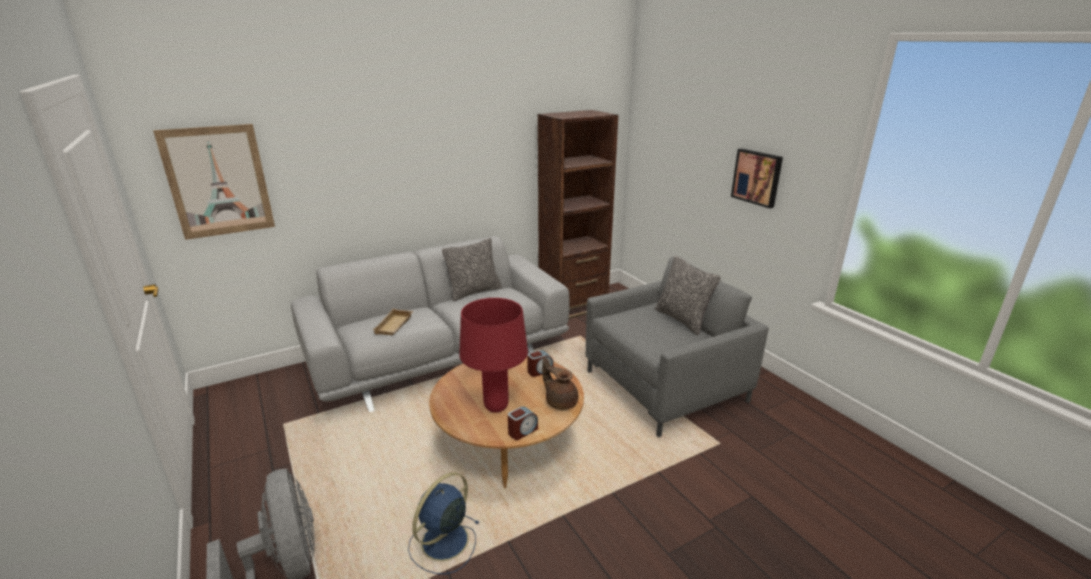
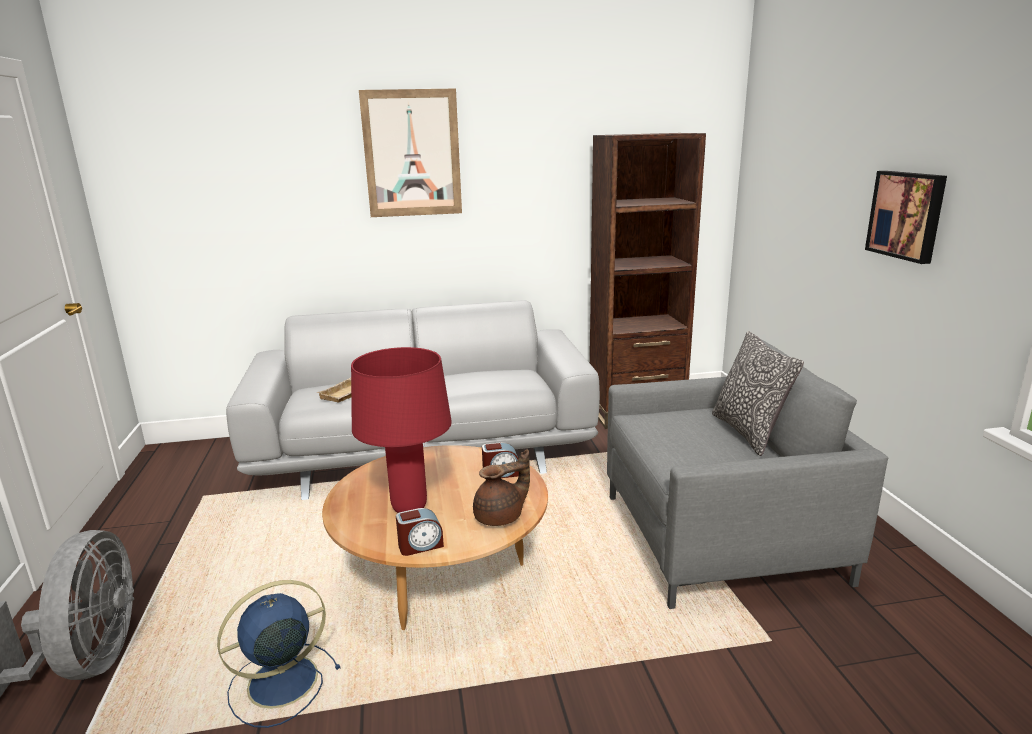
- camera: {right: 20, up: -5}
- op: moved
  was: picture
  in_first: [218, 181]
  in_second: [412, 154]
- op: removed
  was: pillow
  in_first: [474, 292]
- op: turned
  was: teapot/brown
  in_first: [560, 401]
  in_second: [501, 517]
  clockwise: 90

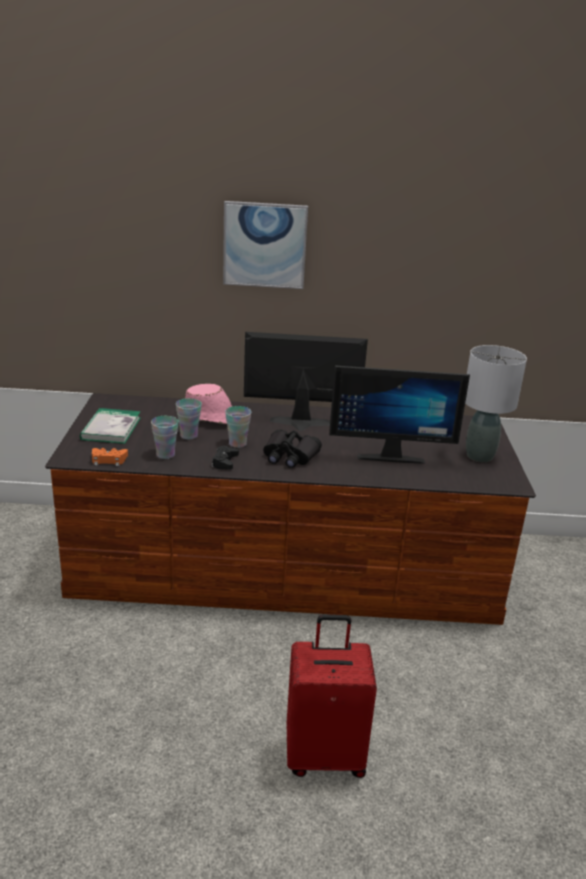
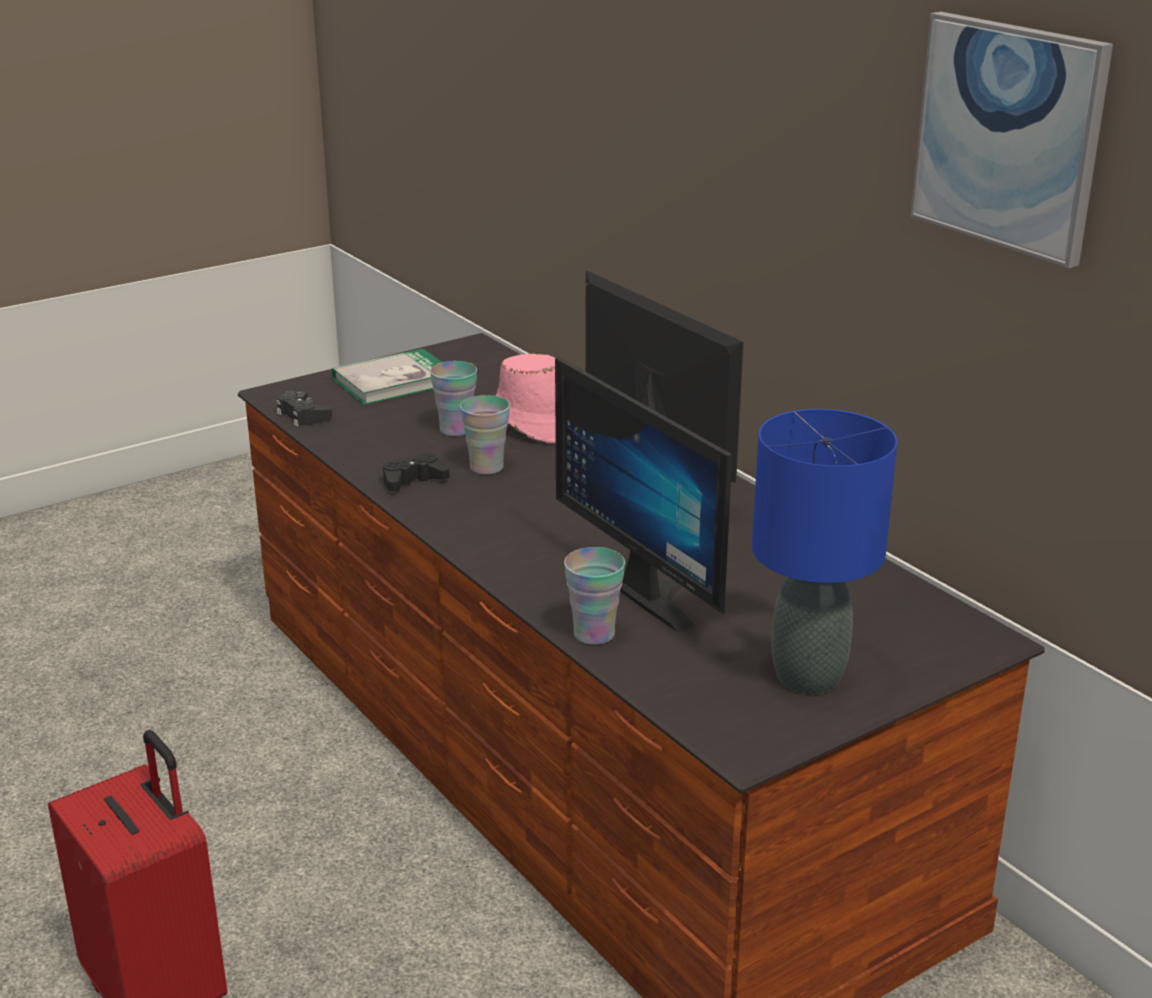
- camera: {right: 55, up: 0}
- op: moved
  was: picture
  in_first: [265, 245]
  in_second: [1008, 136]
- op: recoloured
  was: table lamp/grey
  now: table lamp/blue
  in_first: [479, 456]
  in_second: [806, 676]
- op: moved
  was: cup
  in_first: [165, 454]
  in_second: [594, 634]
- op: removed
  was: binoculars/black
  in_first: [289, 456]
- op: recoloured
  was: game controller/orange
  now: game controller/black
  in_first: [108, 460]
  in_second: [303, 415]

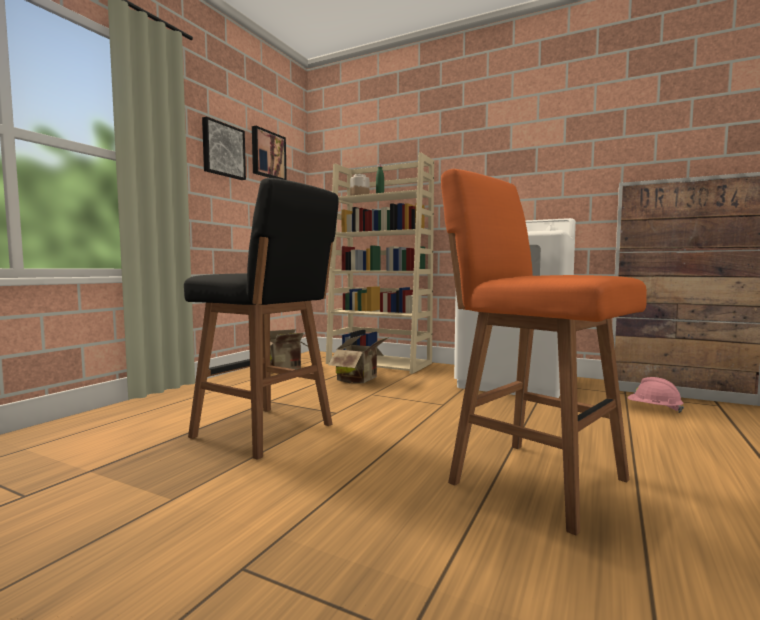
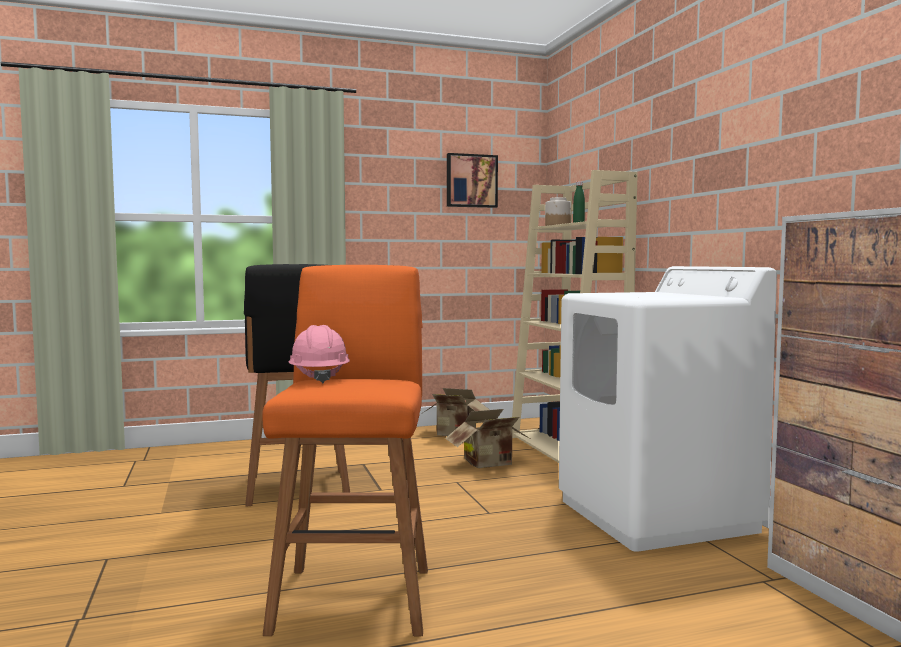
- camera: {right: 45, up: 0}
- op: removed
  was: picture
  in_first: [222, 150]
- op: moved
  was: hard hat/pink
  in_first: [654, 409]
  in_second: [319, 377]

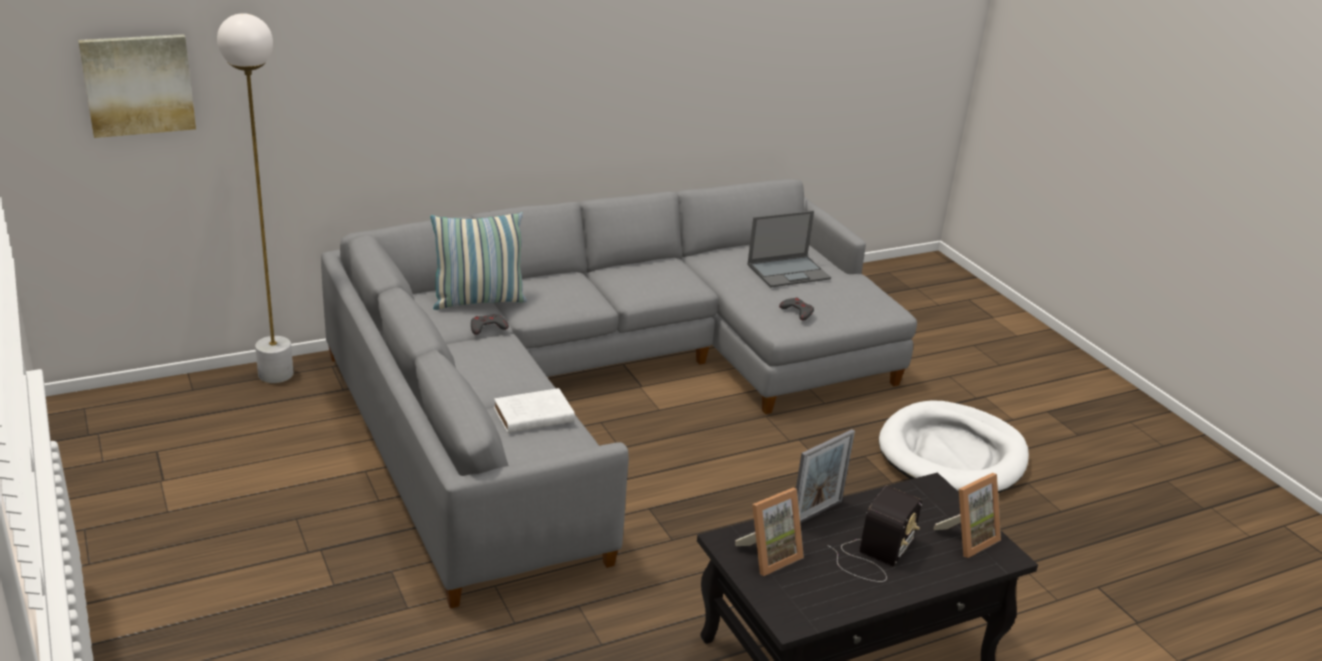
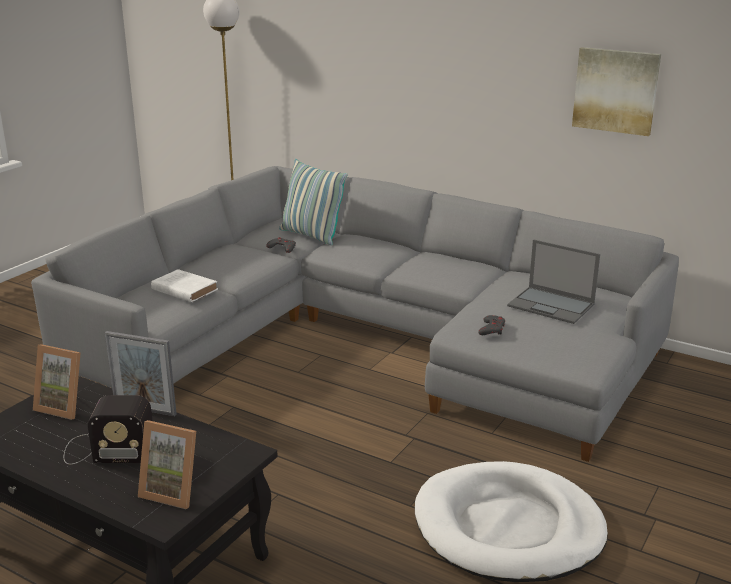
- camera: {right: 60, up: -5}
- op: moved
  was: picture
  in_first: [138, 84]
  in_second: [616, 90]

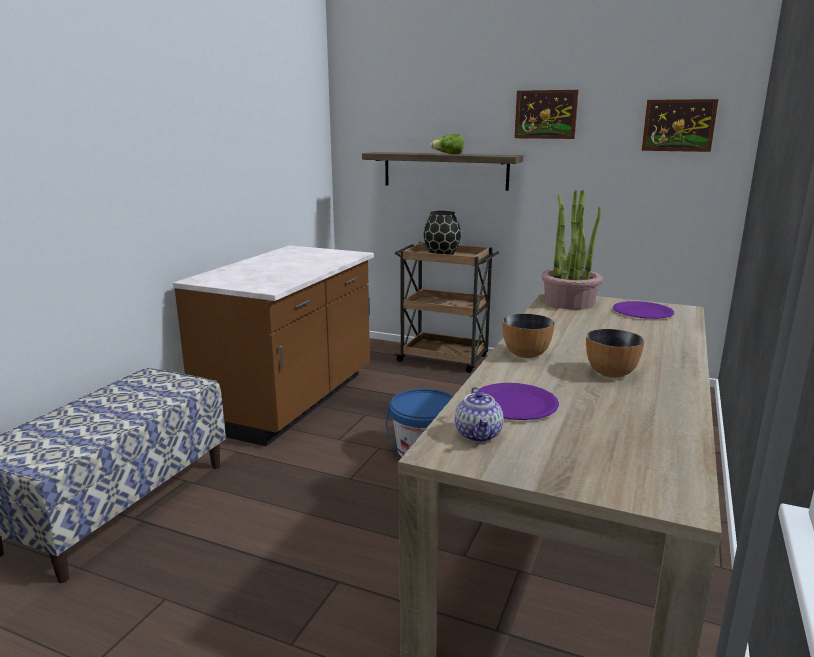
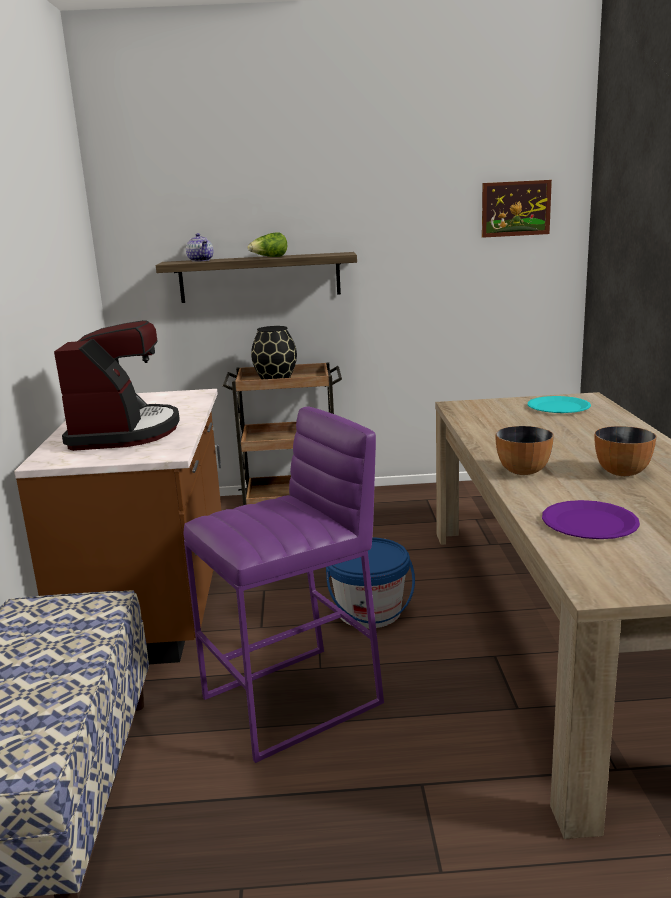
- camera: {right: -25, up: 0}
- op: removed
  was: picture
  in_first: [545, 114]
- op: removed
  was: potted plant
  in_first: [569, 302]
- op: recoloured
  was: plate/purple
  now: plate/turquoise
  in_first: [643, 312]
  in_second: [558, 407]
- op: moved
  was: teapot
  in_first: [479, 435]
  in_second: [201, 260]
- op: added
  now: coffee machine
  in_second: [124, 432]
- op: added
  now: stool/purple
  in_second: [294, 700]

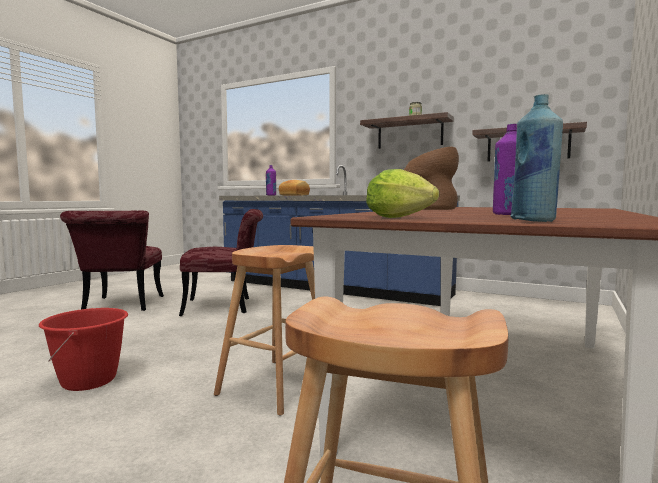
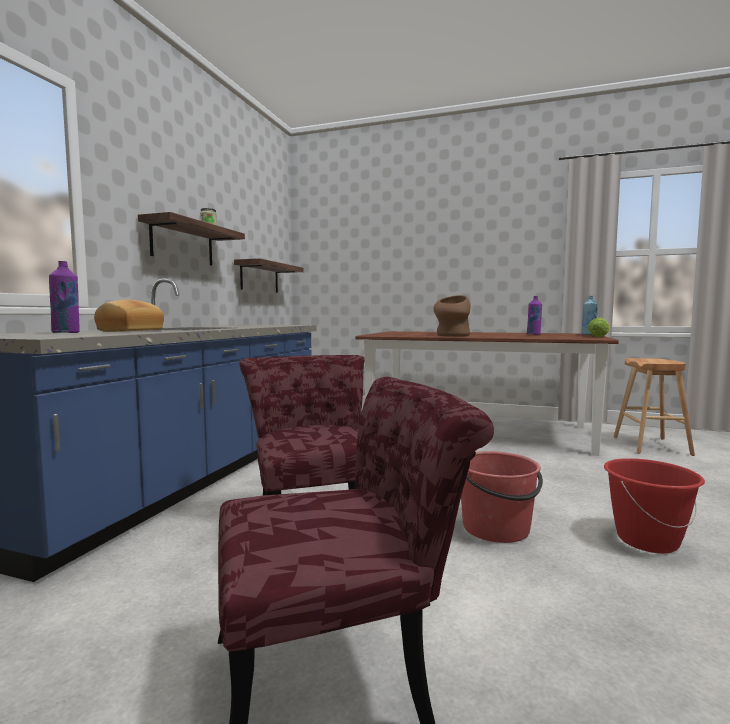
- camera: {right: -100, up: 0}
- op: removed
  was: stool/brown
  in_first: [277, 385]
- op: added
  now: bucket/red
  in_second: [496, 528]

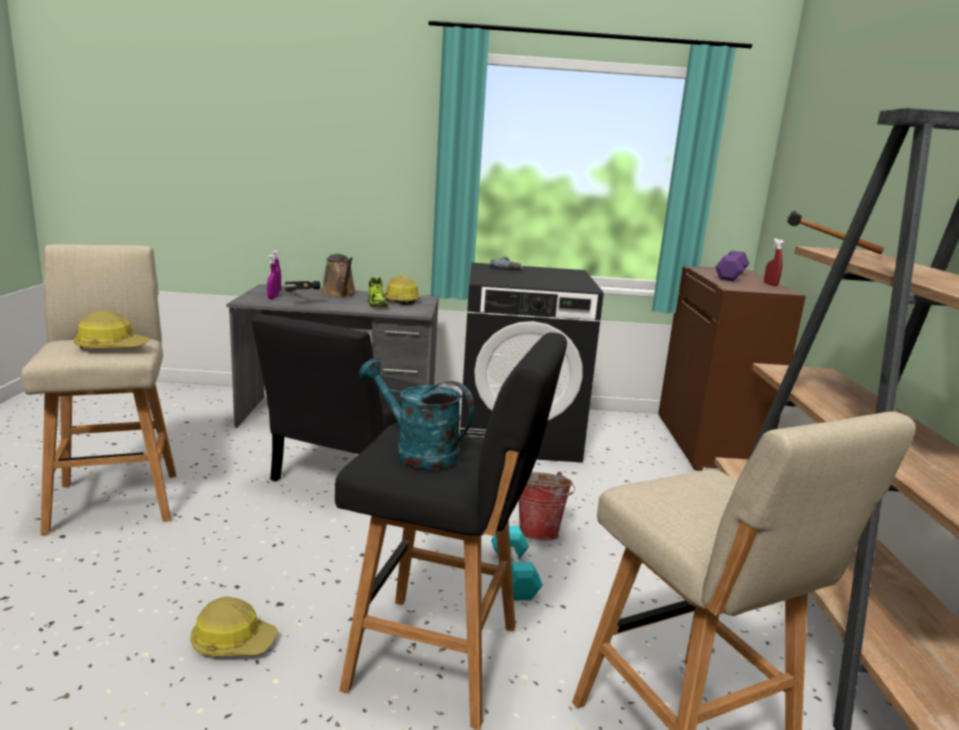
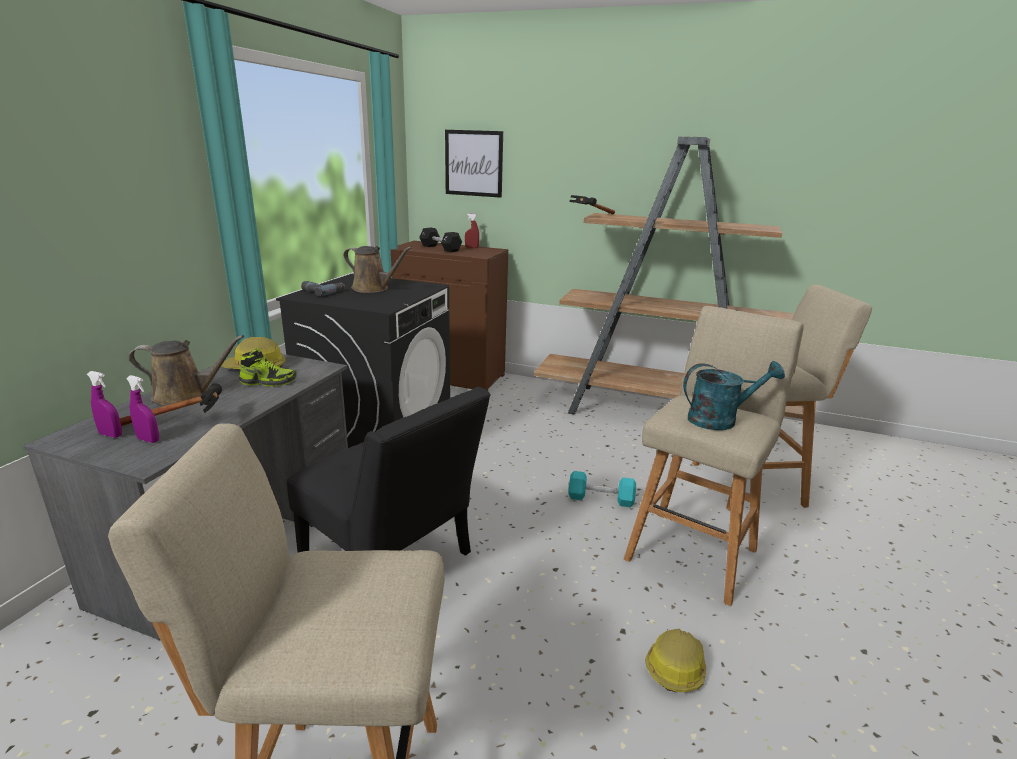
- camera: {right: -70, up: 5}
- op: recoloured
  was: dumbbell/purple
  now: dumbbell/black
  in_first: [730, 276]
  in_second: [440, 248]
- op: removed
  was: hard hat
  in_first: [111, 347]
- op: recoloured
  was: stool/black
  now: stool/beige
  in_first: [440, 658]
  in_second: [693, 552]
- op: turned
  was: watering can/turquoise
  in_first: [417, 452]
  in_second: [720, 419]
  clockwise: -150
- op: removed
  was: bucket
  in_first: [540, 532]
- op: added
  now: picture
  in_second: [473, 163]
- op: added
  now: watering can/brown
  in_second: [373, 289]

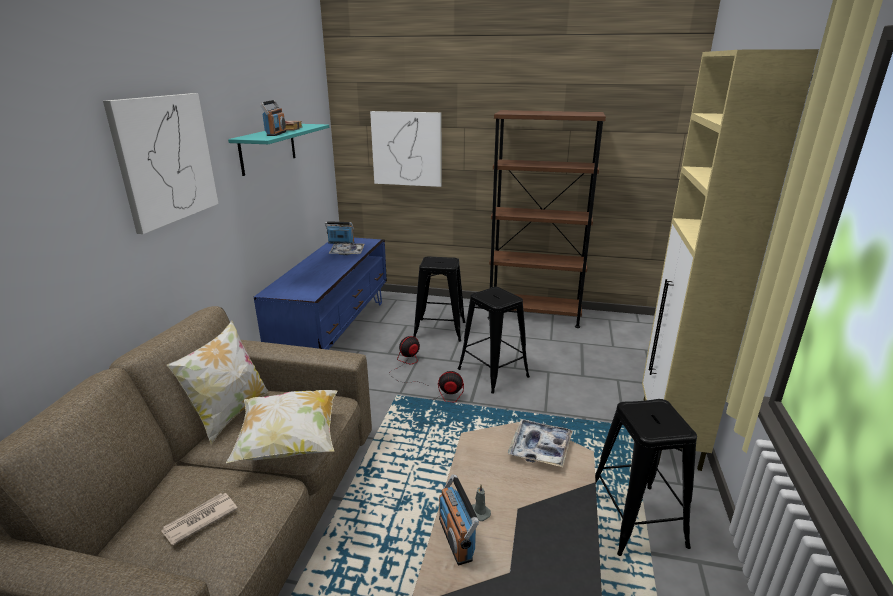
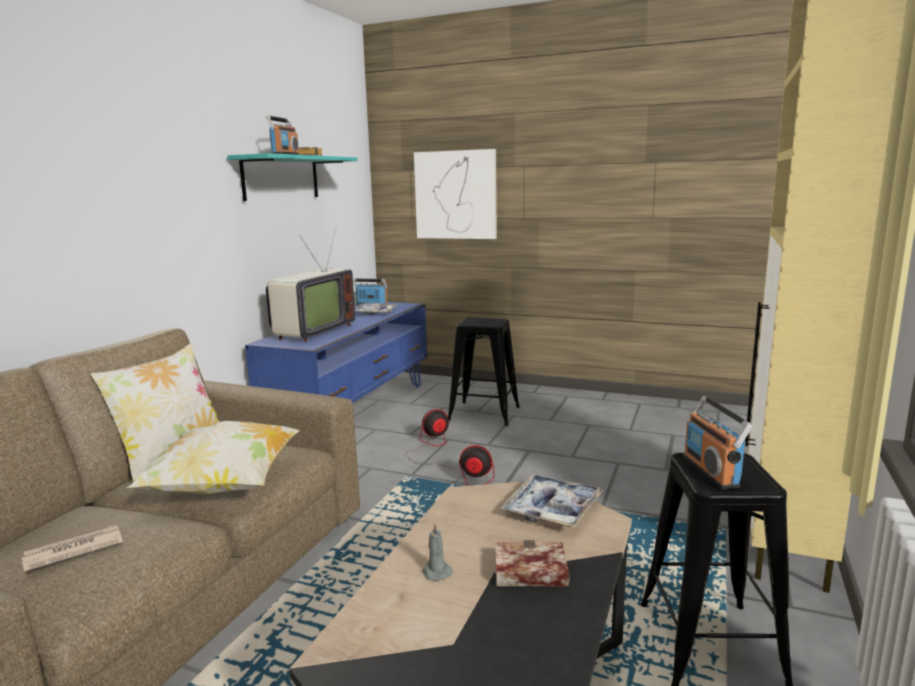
- camera: {right: 10, up: -10}
- op: removed
  was: picture
  in_first: [165, 159]
- op: removed
  was: bookcase/brown
  in_first: [534, 314]
- op: removed
  was: stool/black
  in_first: [493, 373]
- op: moved
  was: radio
  in_first: [456, 538]
  in_second: [711, 471]
- op: added
  now: television
  in_second: [311, 332]
- op: added
  now: book
  in_second: [527, 573]

